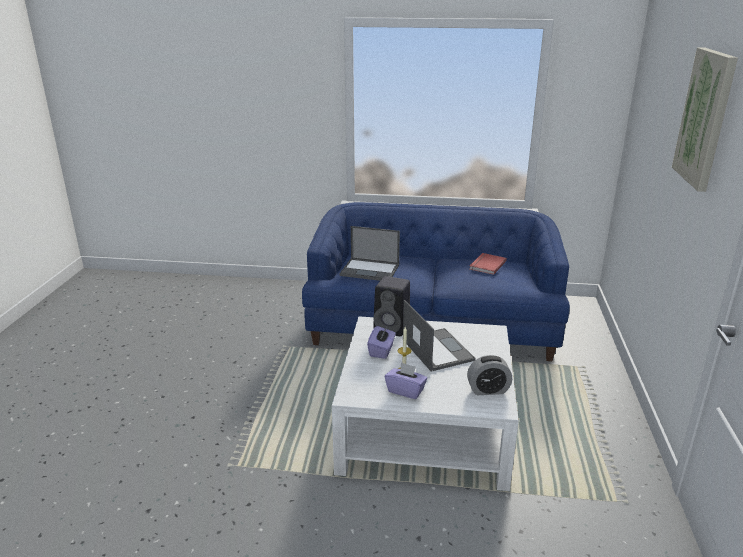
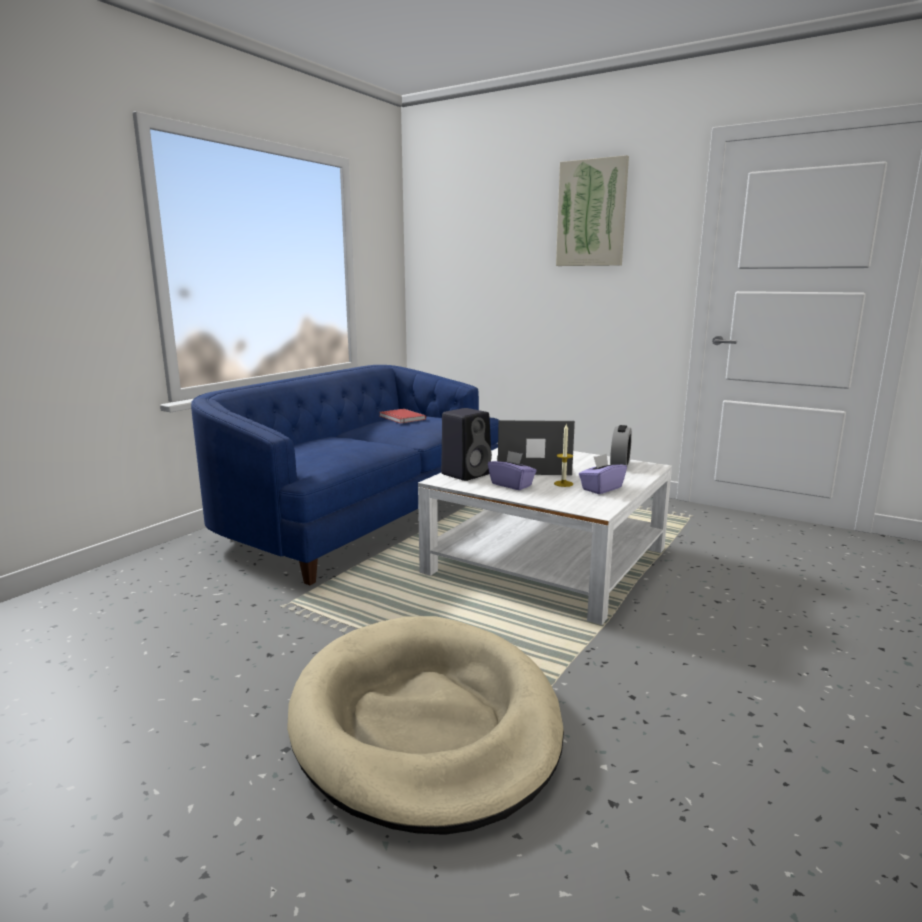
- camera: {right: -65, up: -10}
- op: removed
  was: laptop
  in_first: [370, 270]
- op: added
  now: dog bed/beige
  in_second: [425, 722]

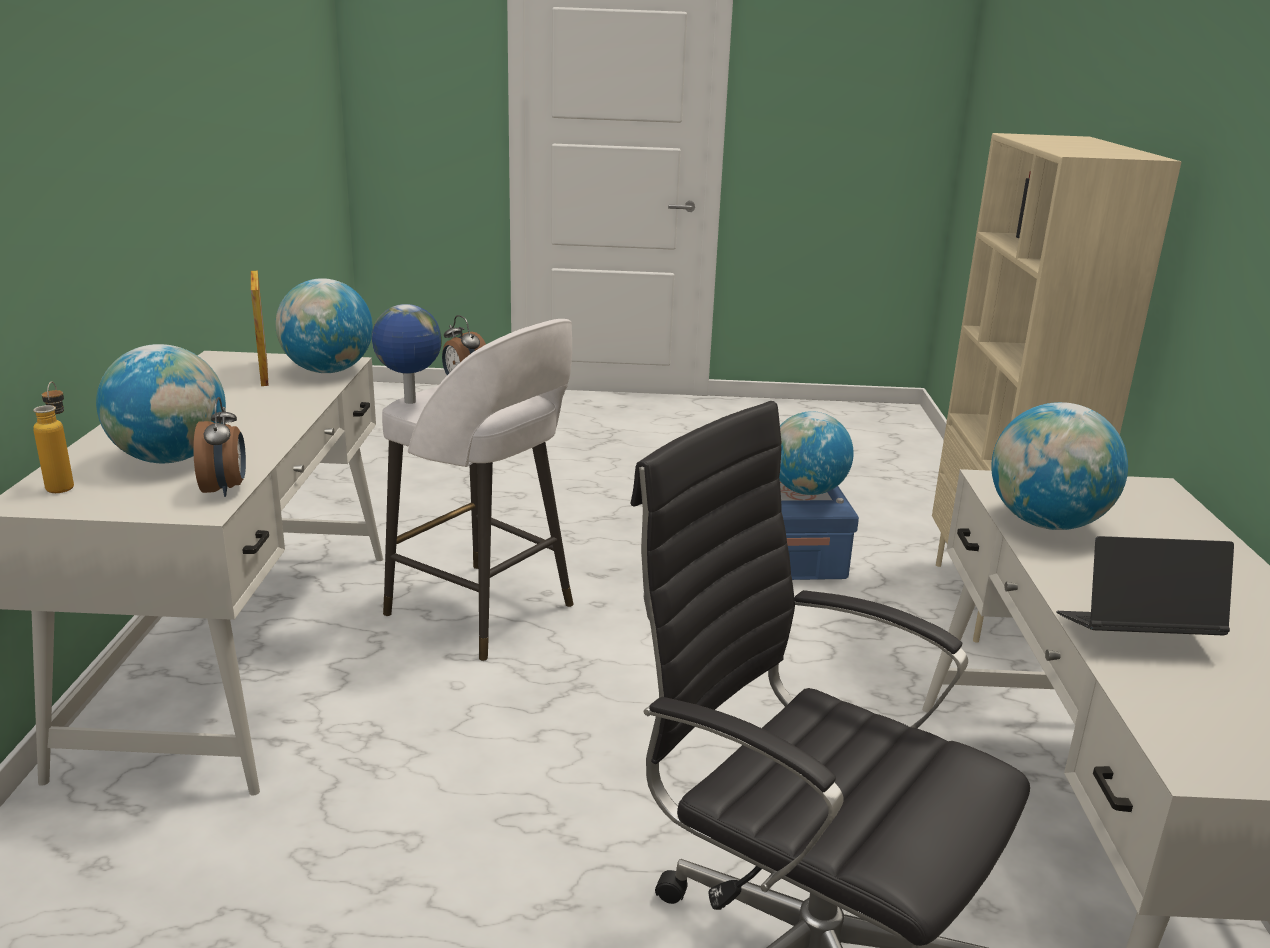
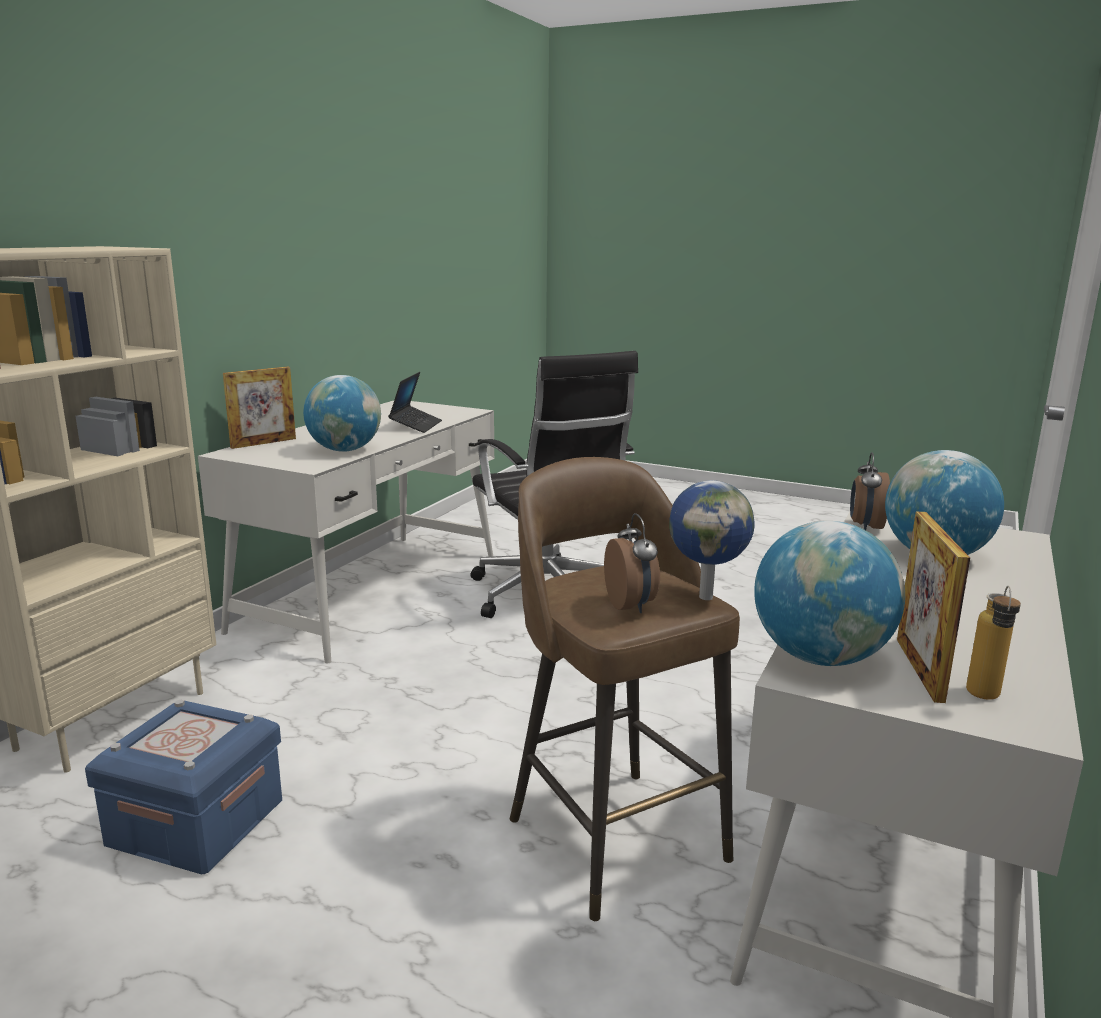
- camera: {right: -155, up: -5}
- op: recoloured
  was: stool/white
  now: stool/brown
  in_first: [484, 612]
  in_second: [613, 835]
- op: moved
  was: bottle
  in_first: [64, 484]
  in_second: [984, 699]
- op: removed
  was: globe
  in_first: [806, 491]
- op: turned
  was: laptop
  in_first: [1134, 636]
  in_second: [416, 425]
  clockwise: -105
- op: added
  now: picture frame
  in_second: [263, 443]

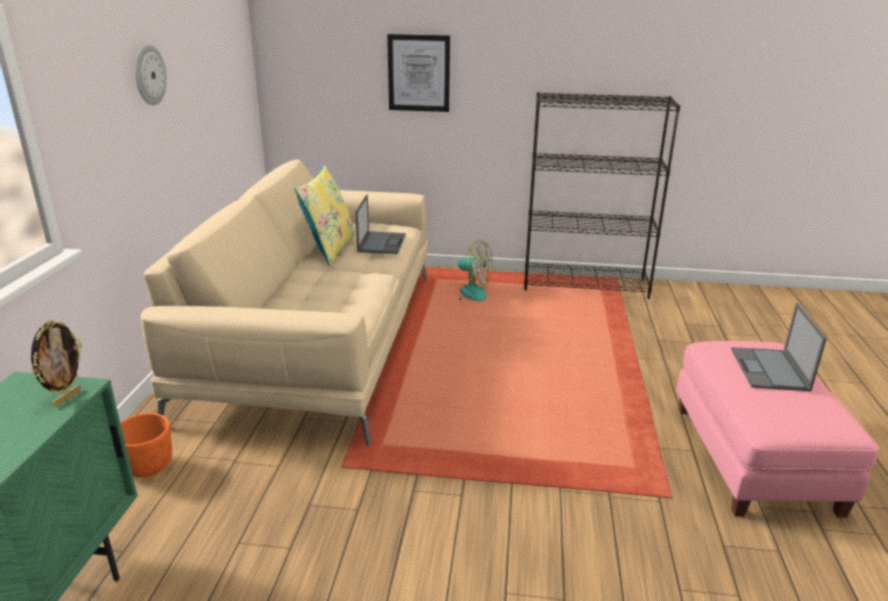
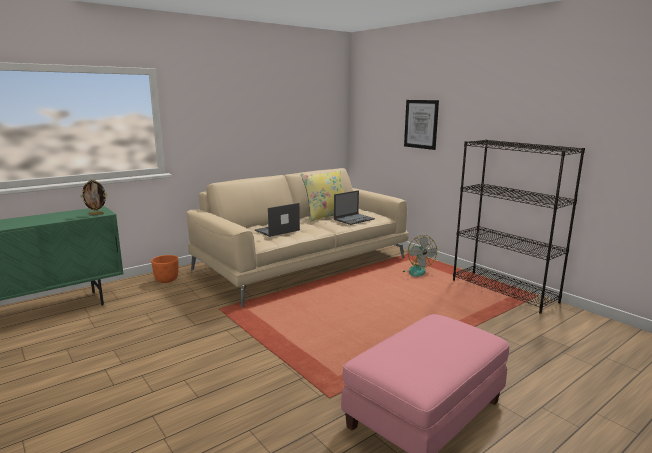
- camera: {right: 45, up: -10}
- op: removed
  was: wall clock
  in_first: [149, 75]
- op: moved
  was: laptop
  in_first: [770, 370]
  in_second: [277, 230]

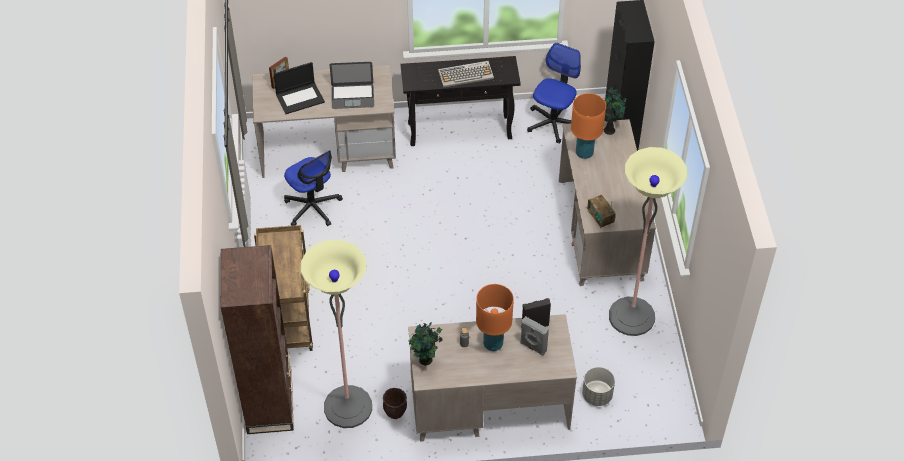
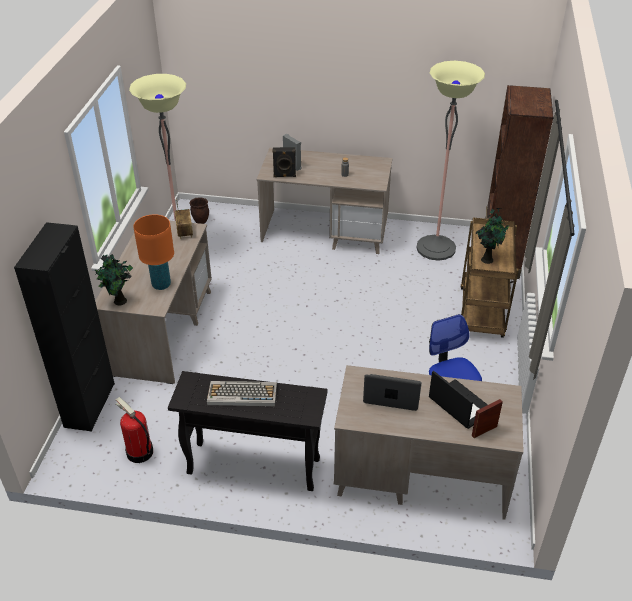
- camera: {right: -165, up: -10}
- op: replaced
  was: office chair
  now: fire extinguisher
  in_first: [553, 123]
  in_second: [139, 452]
- op: turned
  was: laptop
  in_first: [300, 98]
  in_second: [459, 404]
  clockwise: 60
- op: removed
  was: table lamp/orange
  in_first: [493, 344]
- op: moved
  was: potted plant
  in_first: [426, 361]
  in_second: [487, 259]
- op: removed
  was: planter/grey
  in_first: [597, 395]
- op: moved
  was: planter/brown
  in_first: [395, 414]
  in_second: [201, 221]

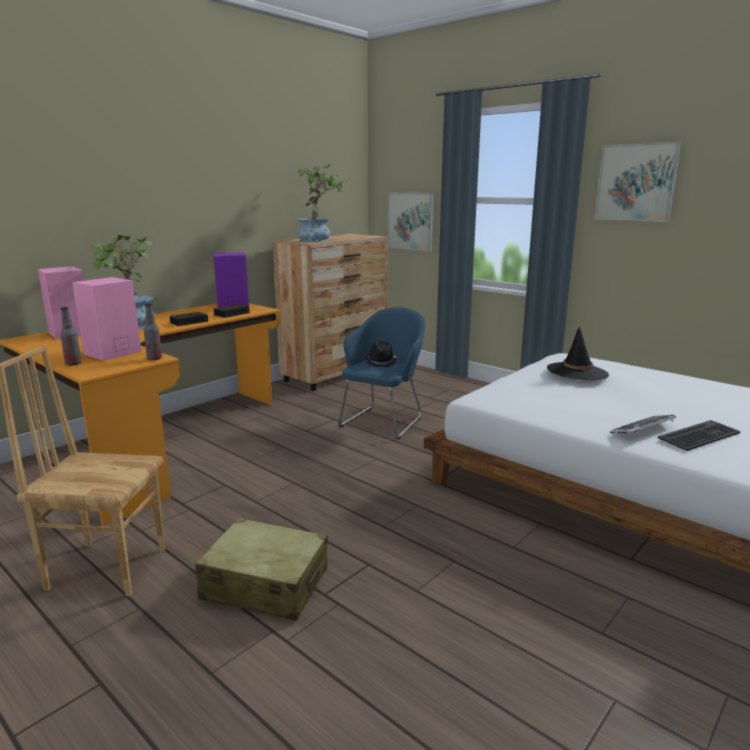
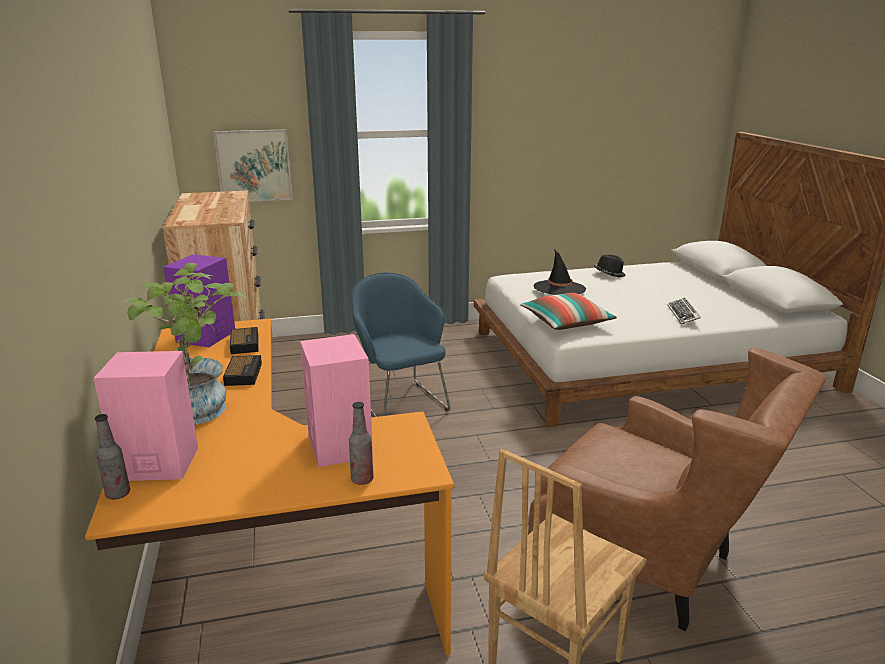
- camera: {right: -55, up: 5}
- op: removed
  was: picture
  in_first: [636, 182]
- op: removed
  was: potted plant
  in_first: [319, 240]
- op: moved
  was: bottle
  in_first: [154, 358]
  in_second: [118, 494]
- op: moved
  was: hat/black
  in_first: [381, 362]
  in_second: [609, 273]
- op: removed
  was: keyboard
  in_first: [700, 436]
- op: replaced
  was: suitcase/beige
  now: armchair/brown
  in_first: [265, 584]
  in_second: [651, 566]
- op: added
  now: pillow
  in_second: [566, 323]

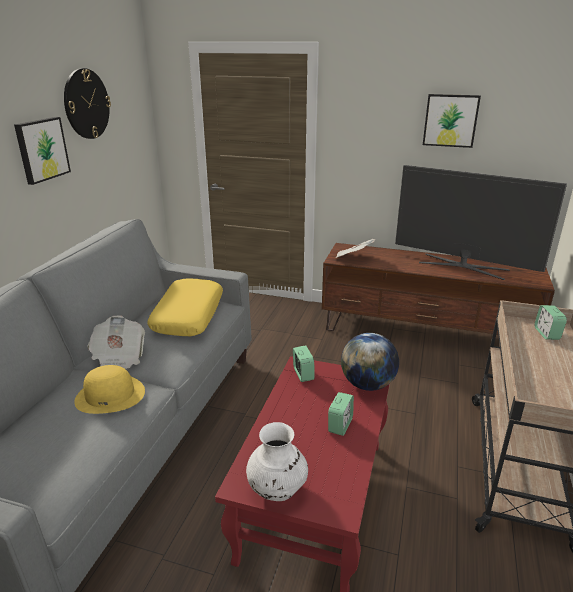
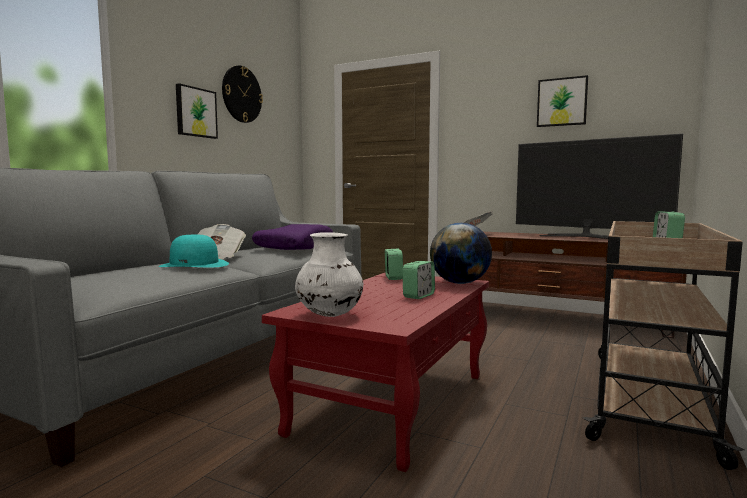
- camera: {right: 10, up: -20}
- op: recoloured
  was: pillow/yellow
  now: pillow/purple
  in_first: [188, 316]
  in_second: [295, 248]
- op: recoloured
  was: hat/yellow
  now: hat/turquoise
  in_first: [110, 395]
  in_second: [194, 265]

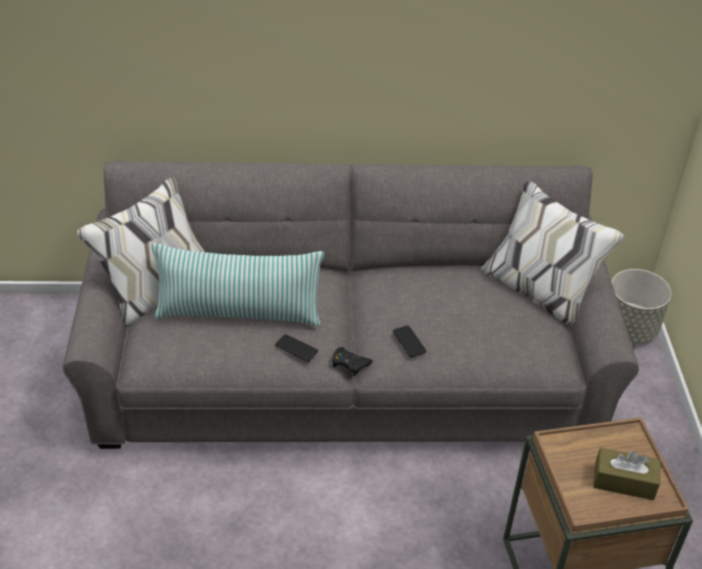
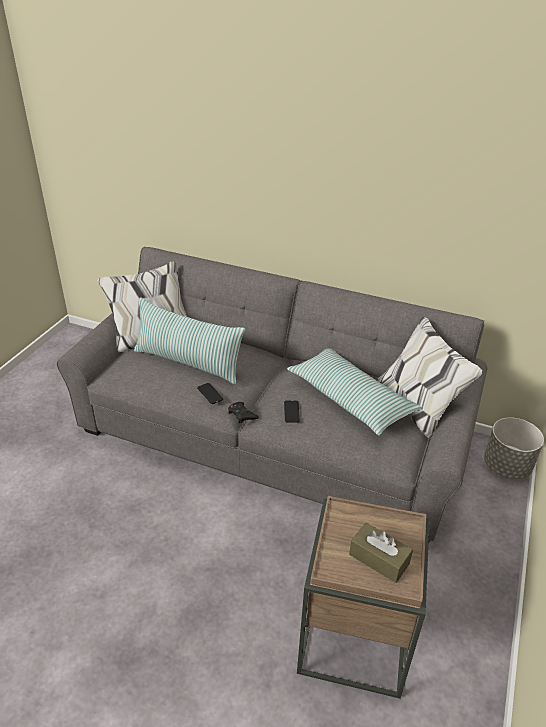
- camera: {right: 25, up: -5}
- op: added
  now: pillow
  in_second: [350, 399]

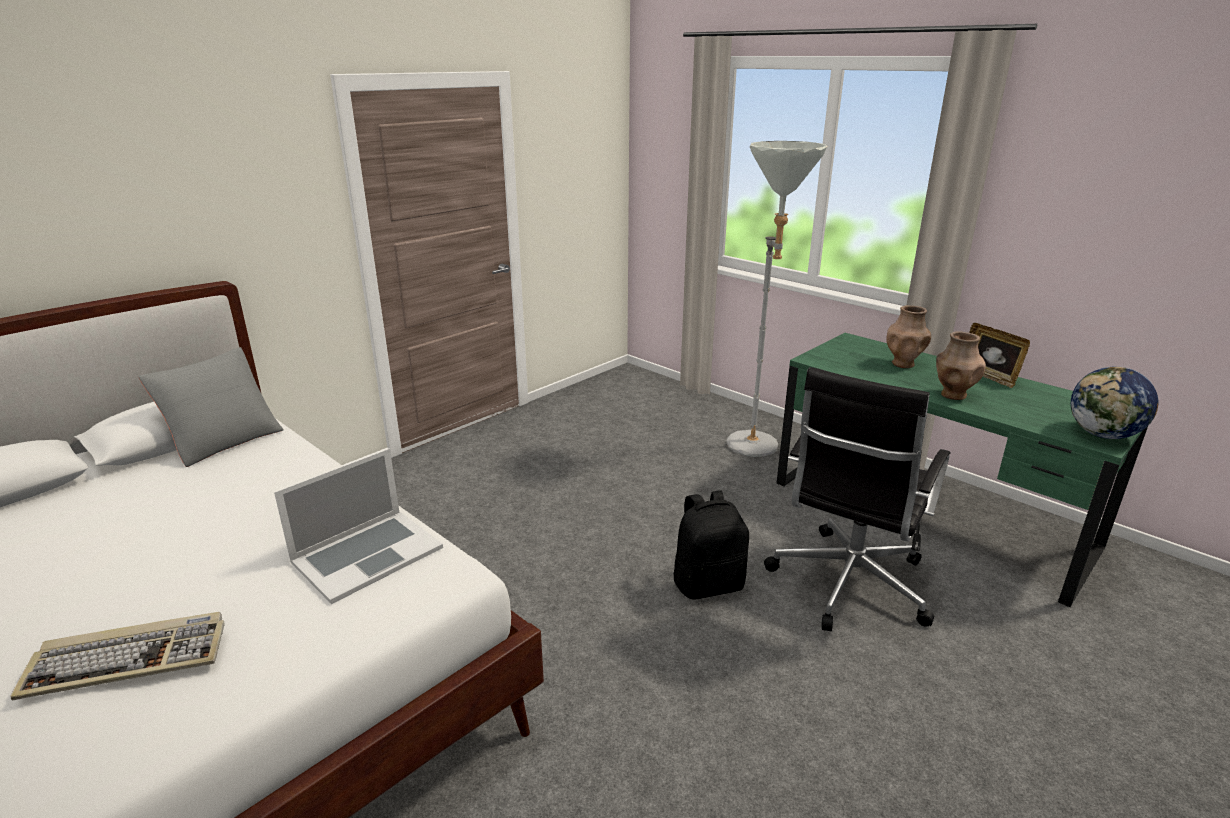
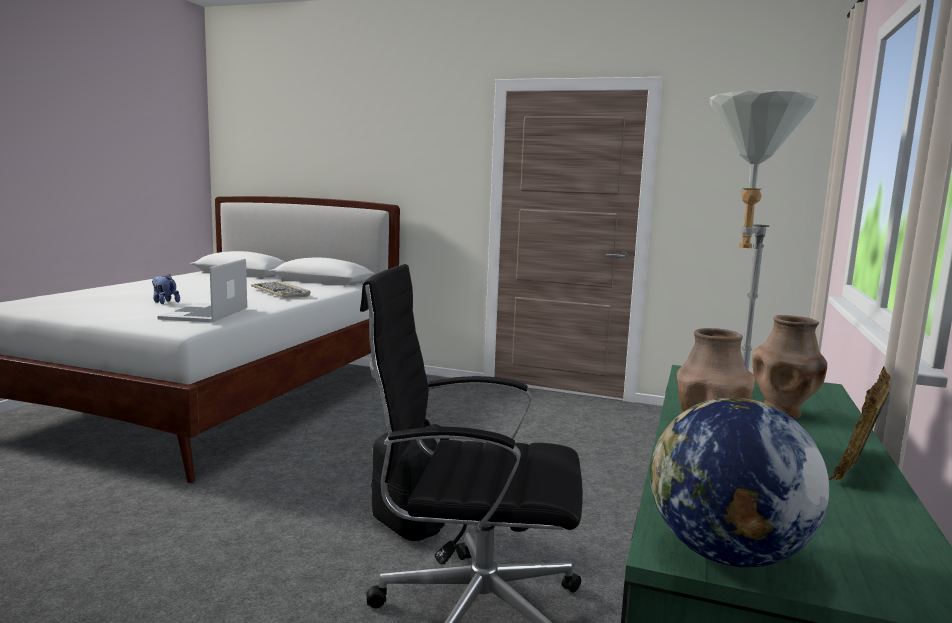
- camera: {right: 65, up: -15}
- op: removed
  was: pillow/grey
  in_first: [223, 439]
- op: turned
  was: laptop
  in_first: [367, 554]
  in_second: [205, 313]
  clockwise: 75
- op: moved
  was: keyboard
  in_first: [130, 658]
  in_second: [281, 292]
- op: added
  now: plush toy
  in_second: [164, 302]

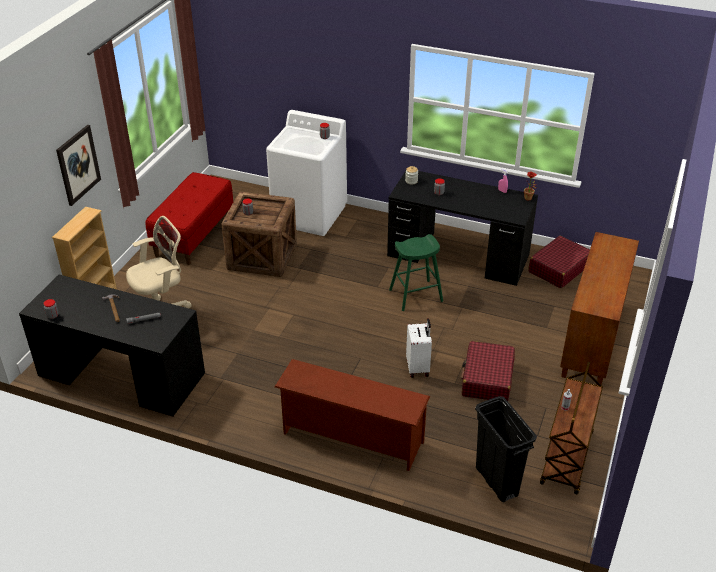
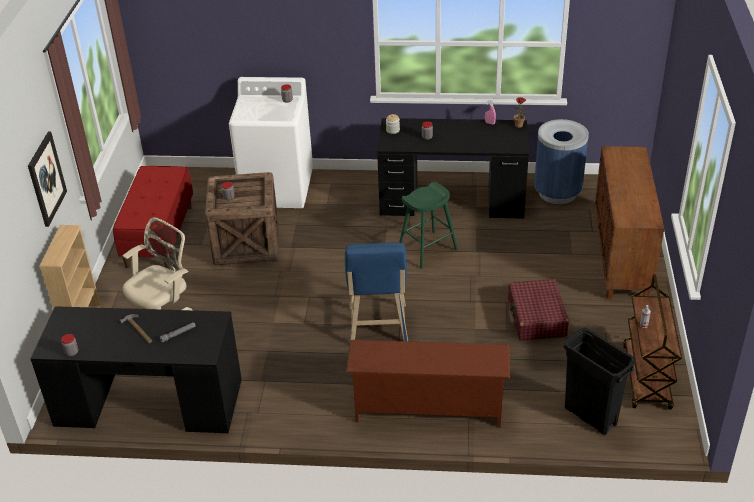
- camera: {right: -15, up: 0}
- op: replaced
  was: suitcase/red
  now: trash can/blue
  in_first: [558, 269]
  in_second: [557, 193]
- op: removed
  was: suitcase/white
  in_first: [418, 367]
- op: added
  now: stool/blue
  in_second: [378, 328]

